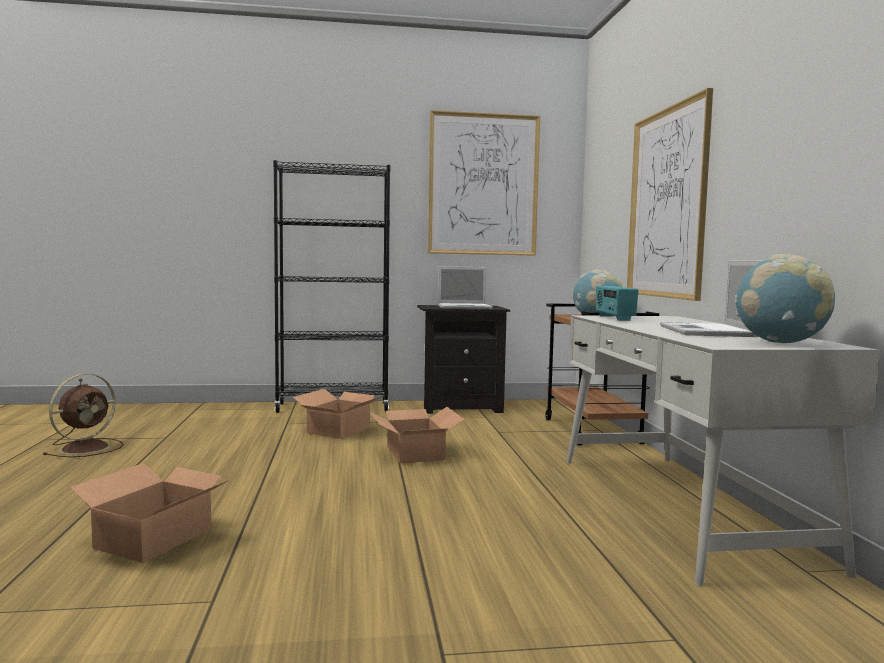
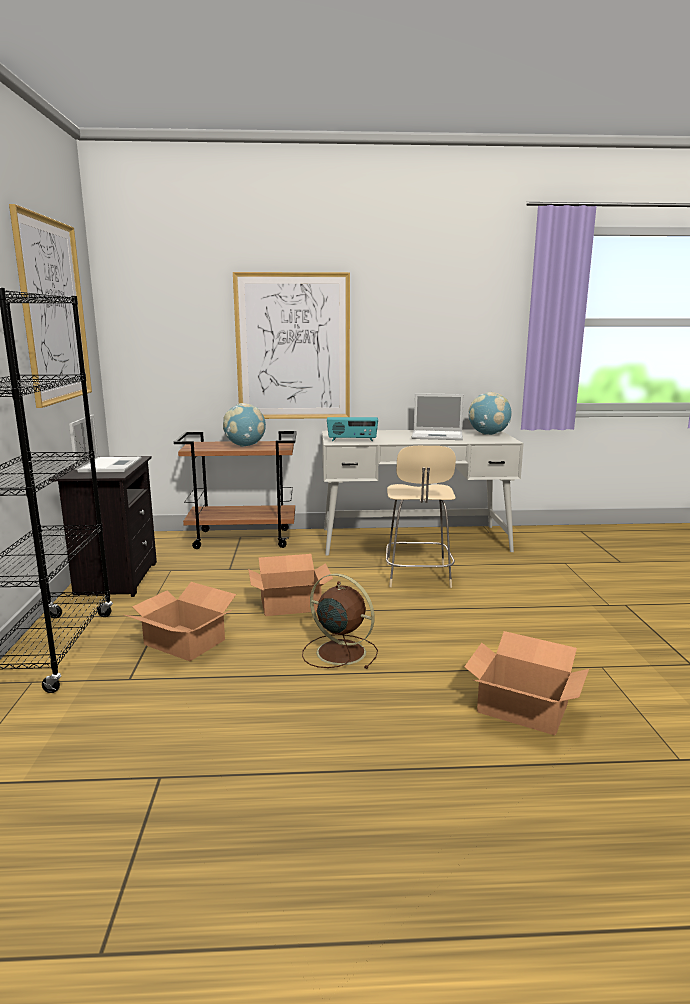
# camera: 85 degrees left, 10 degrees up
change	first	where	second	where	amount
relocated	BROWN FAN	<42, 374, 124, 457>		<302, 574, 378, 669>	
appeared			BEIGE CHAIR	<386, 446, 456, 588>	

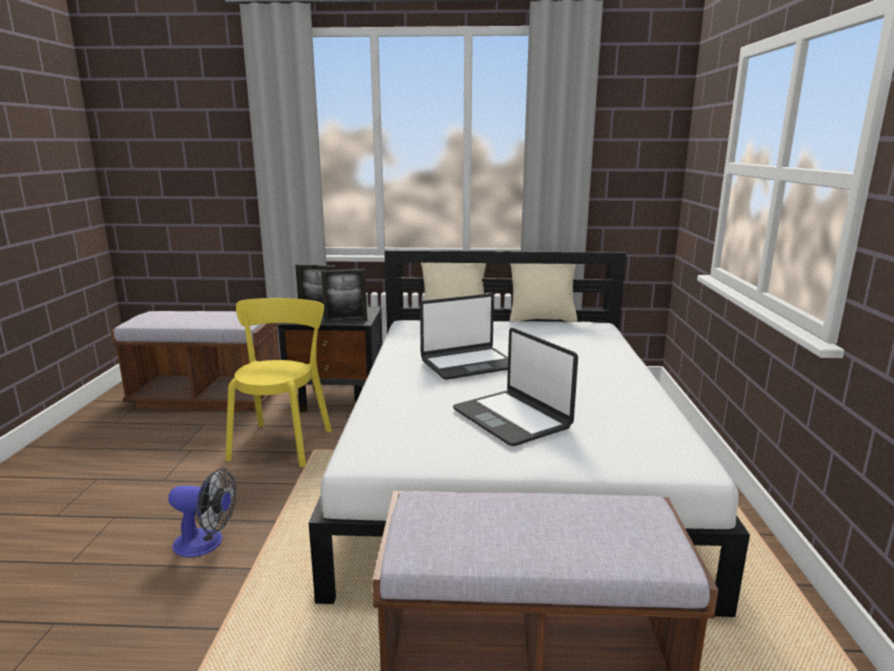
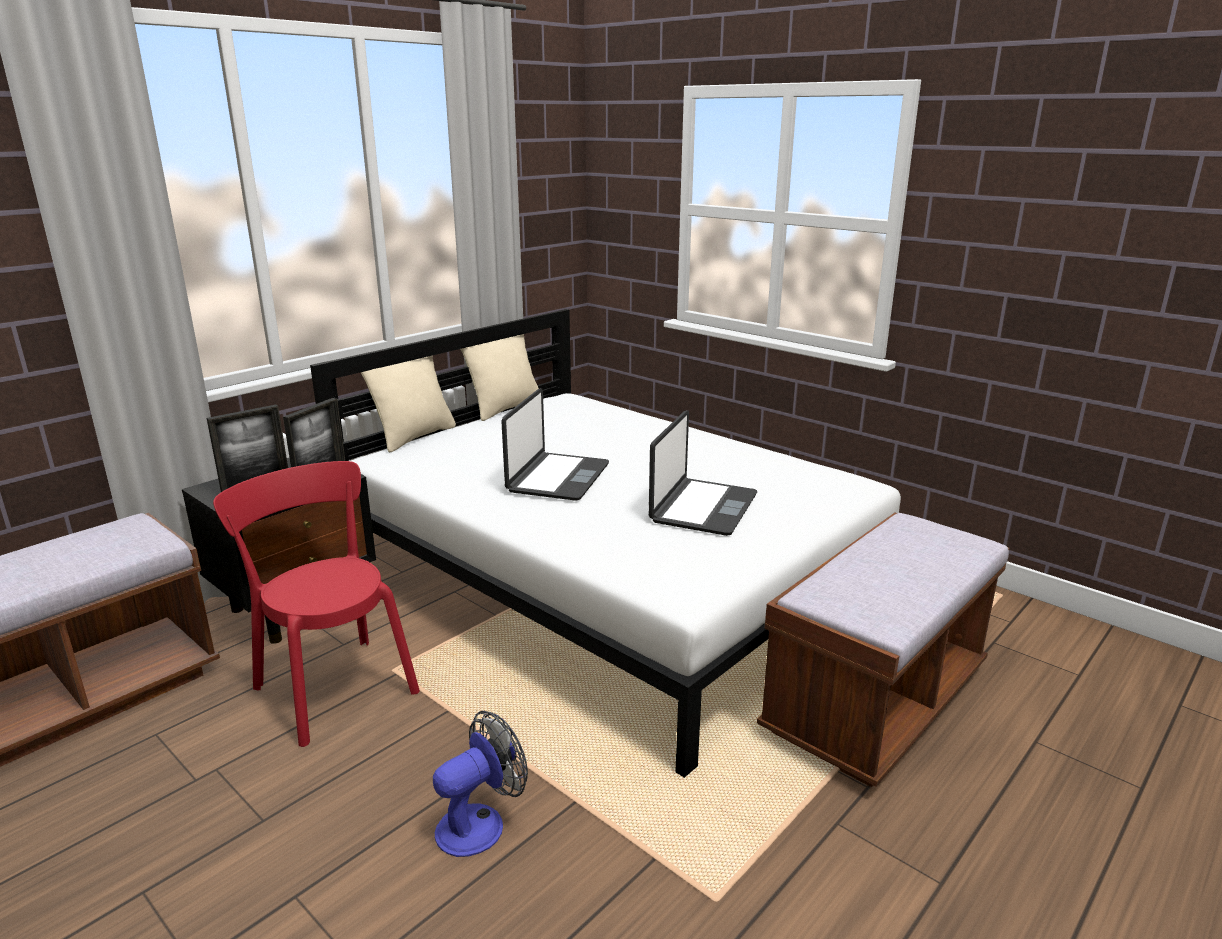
# camera: 50 degrees left, 5 degrees up
change	first	where	second	where	amount
colour	YELLOW CHAIR	<225, 298, 332, 467>	RED CHAIR	<213, 461, 420, 747>	
spun	NOTEBOOK COMPUTER	<453, 328, 578, 446>		<648, 410, 757, 536>	75 degrees counterclockwise

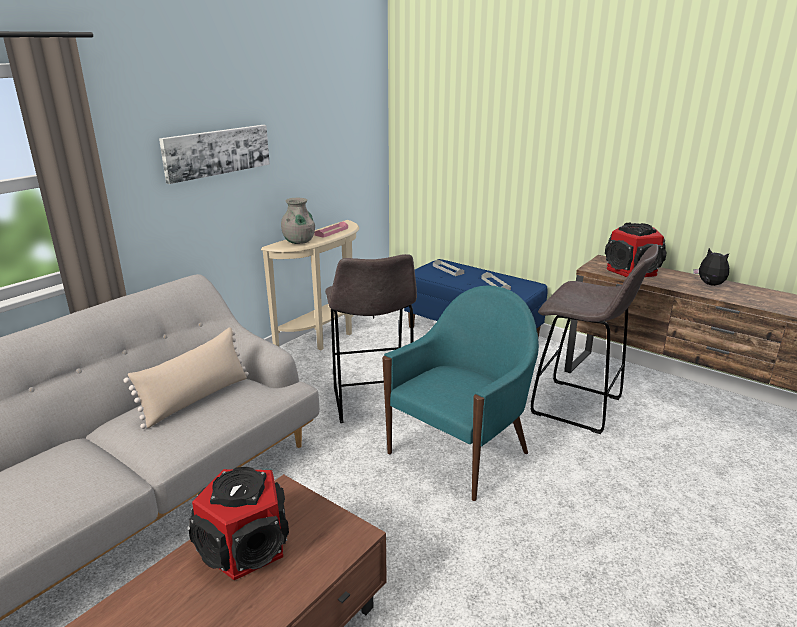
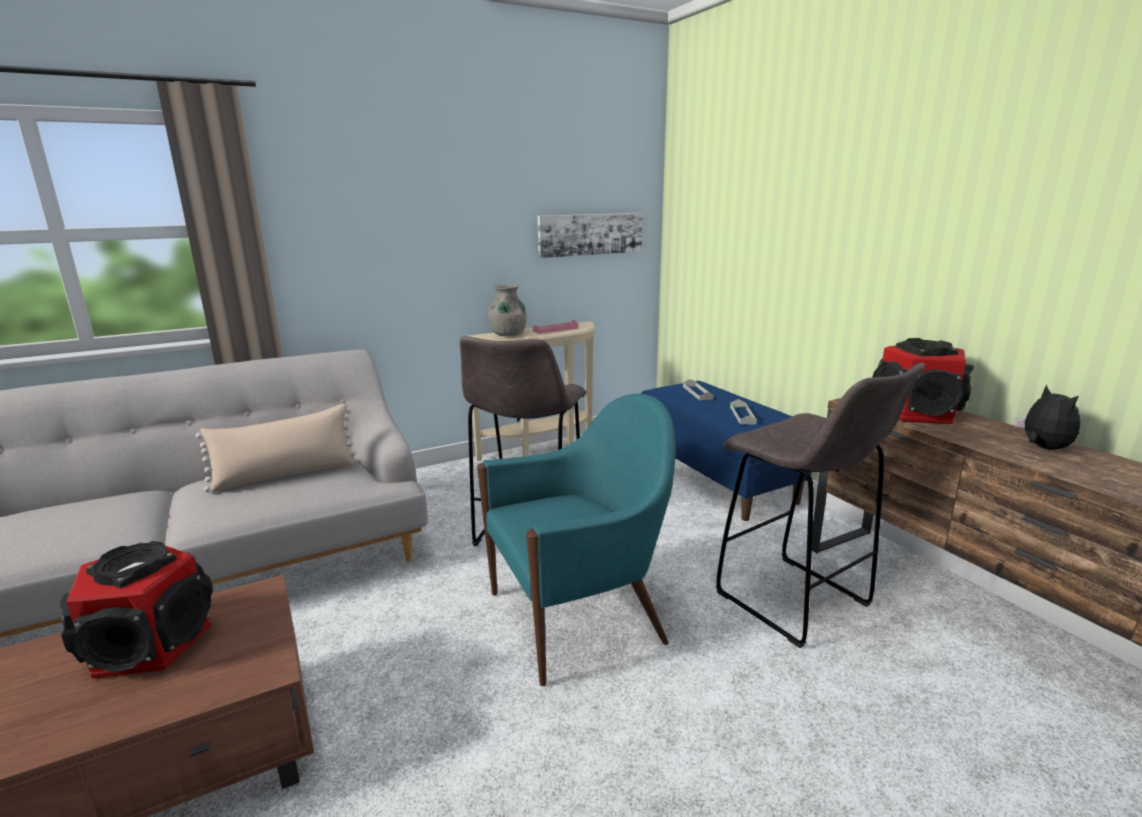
# camera: 25 degrees right, 5 degrees down
change	first	where	second	where	amount
relocated	WALL ART	<159, 125, 270, 184>		<537, 213, 643, 258>	

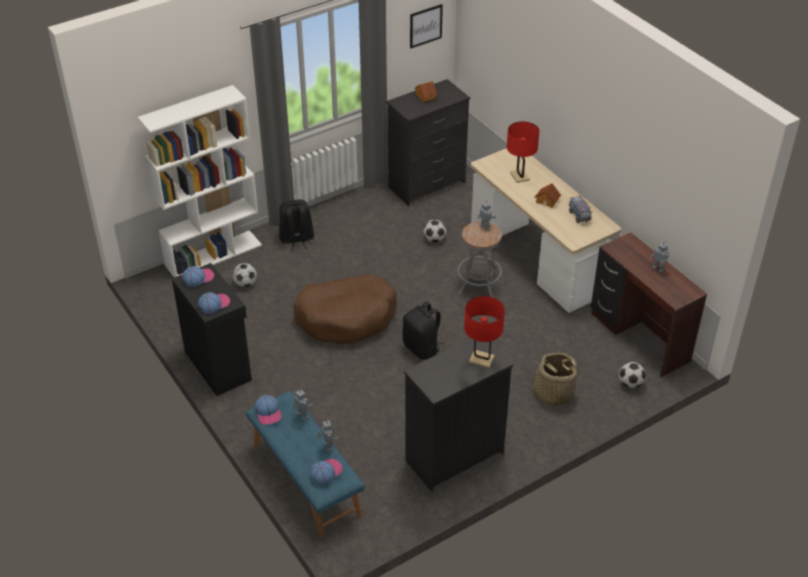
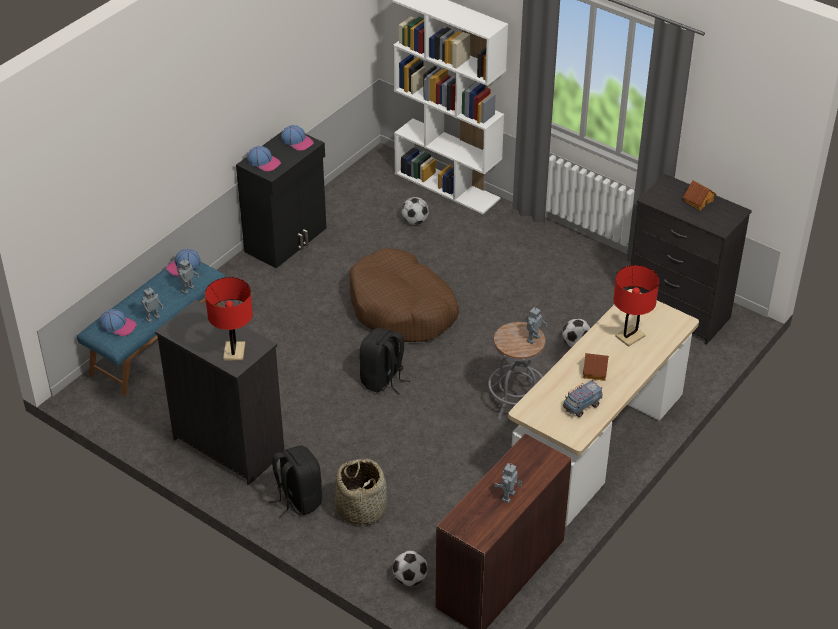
# camera: 70 degrees right, 0 degrees up
change	first	where	second	where	amount
relocated	BLACK-COLOURED RUCKSACK	<279, 200, 314, 252>		<269, 445, 322, 518>	
missing	WALL ART	<410, 4, 443, 48>			

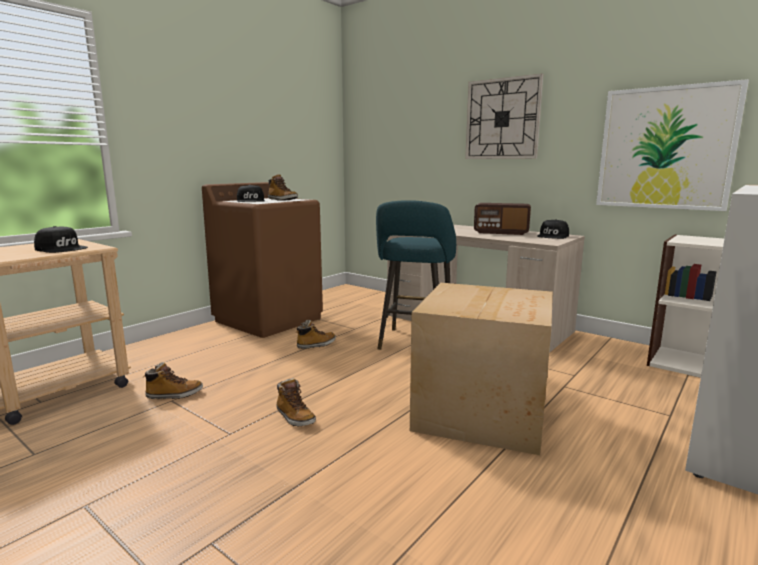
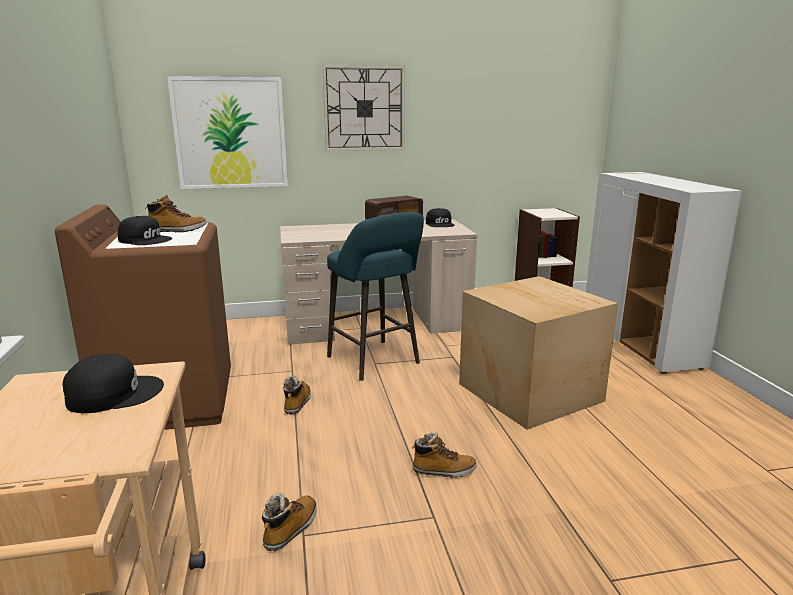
# camera: 50 degrees left, 5 degrees up
change	first	where	second	where	amount
relocated	WALL ART	<596, 79, 749, 211>		<167, 76, 288, 189>	

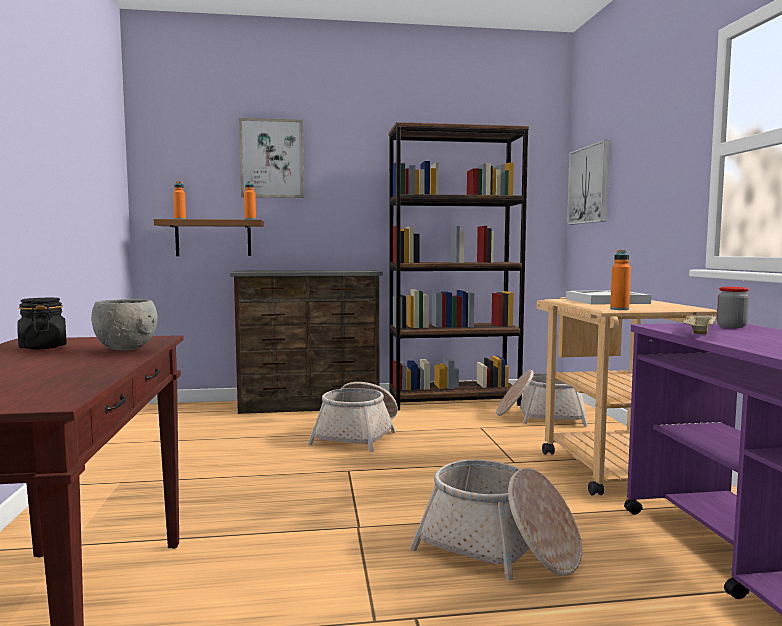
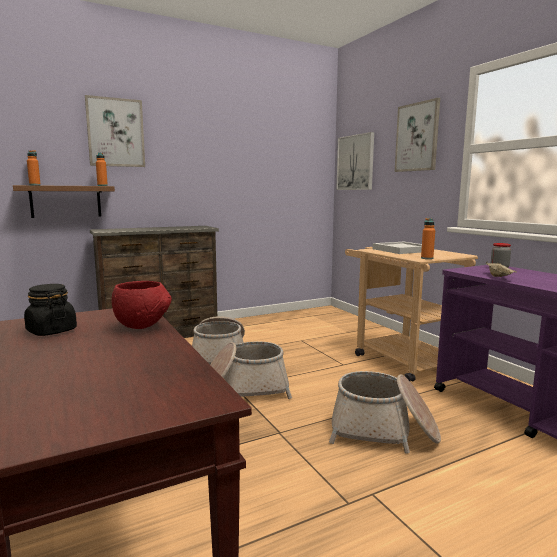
# camera: 20 degrees left, 5 degrees up
change	first	where	second	where	amount
colour	GREY BOWL	<91, 299, 158, 351>	RED BOWL	<112, 281, 172, 329>	
missing	BROWN BOOKCASE	<389, 122, 529, 410>			
relocated	HOUSEHOLD BASKET	<496, 370, 588, 427>		<210, 341, 292, 399>	
appeared			WALL ART	<395, 98, 440, 172>	

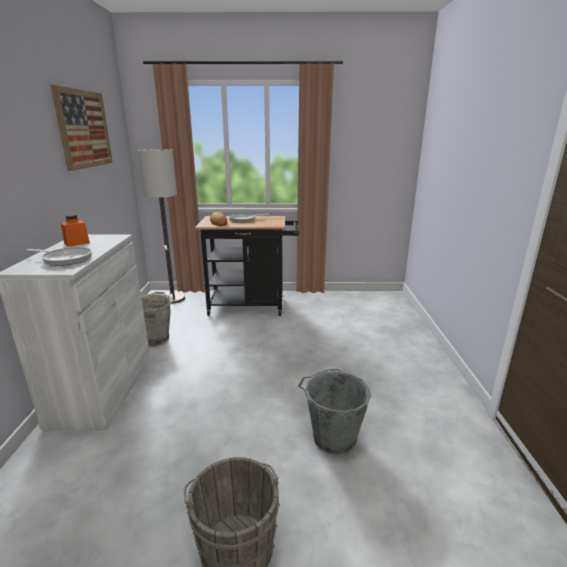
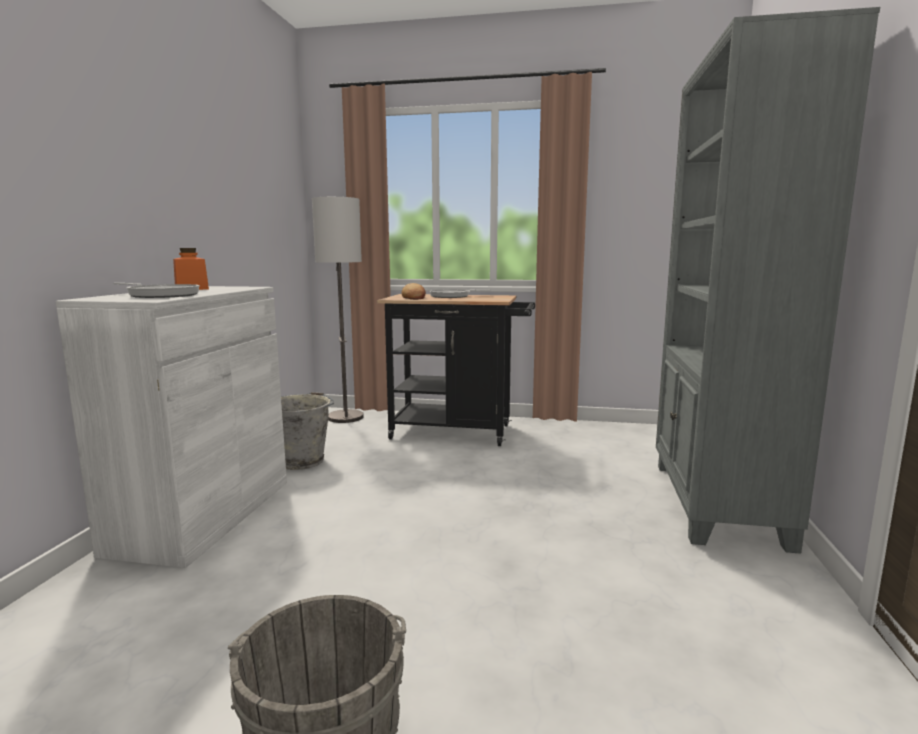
# camera: 10 degrees right, 10 degrees down
change	first	where	second	where	amount
missing	WALL ART	<51, 85, 113, 171>			
missing	GREY BUCKET	<298, 369, 371, 455>			
appeared			GREY BOOKCASE	<656, 7, 880, 554>	

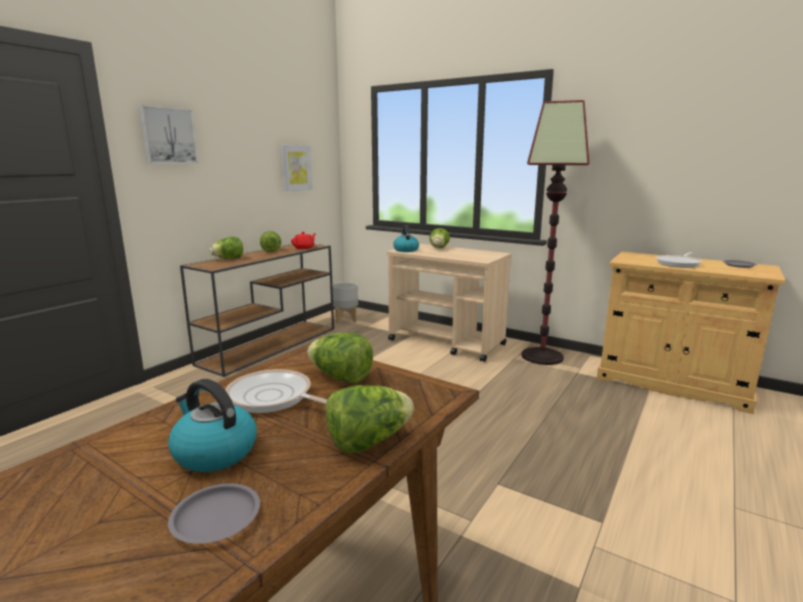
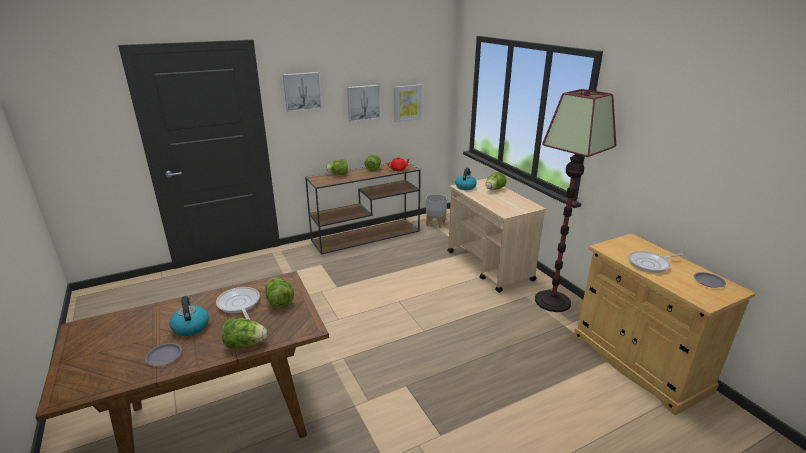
# camera: 30 degrees right, 10 degrees up
change	first	where	second	where	amount
appeared			WALL ART	<347, 85, 380, 122>	

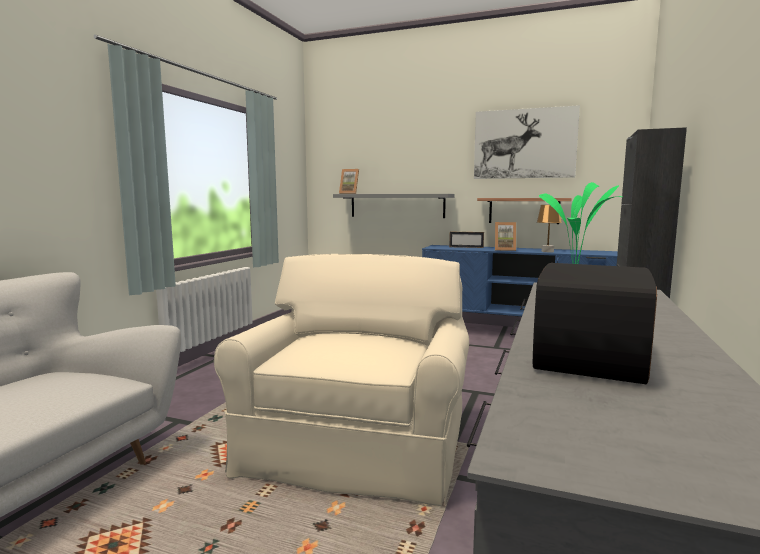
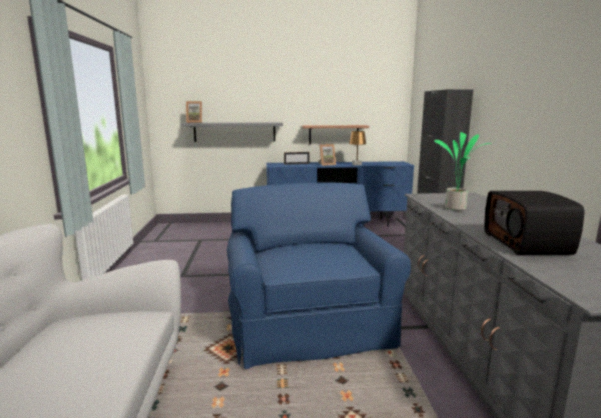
# camera: 25 degrees left, 5 degrees up
change	first	where	second	where	amount
colour	BEIGE LOUNGE CHAIR	<214, 254, 469, 506>	BLUISH LOUNGE CHAIR	<227, 182, 411, 369>	
missing	WALL ART	<474, 105, 580, 179>			

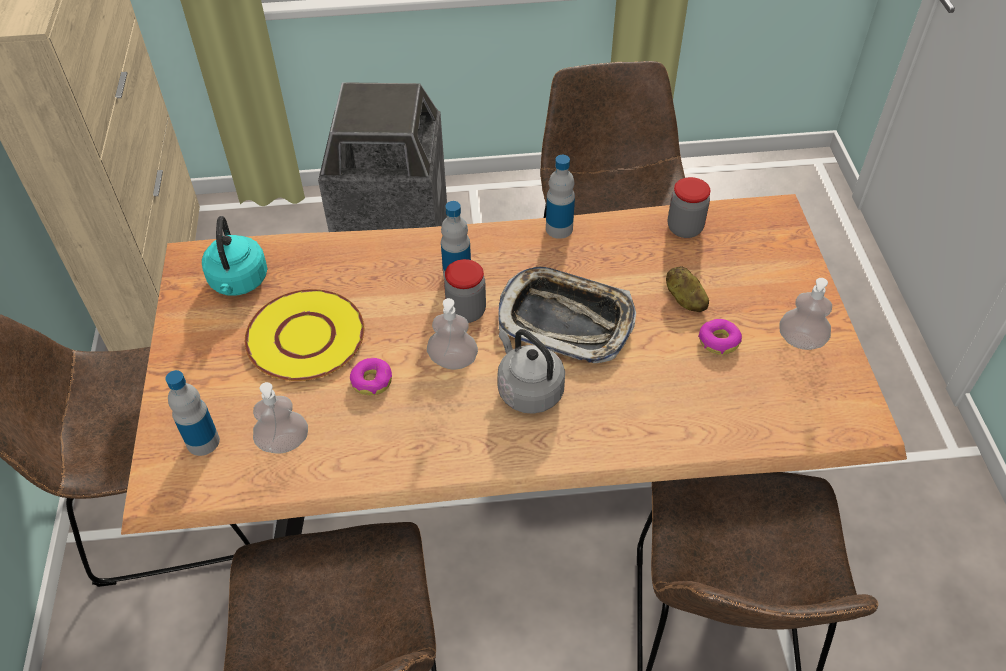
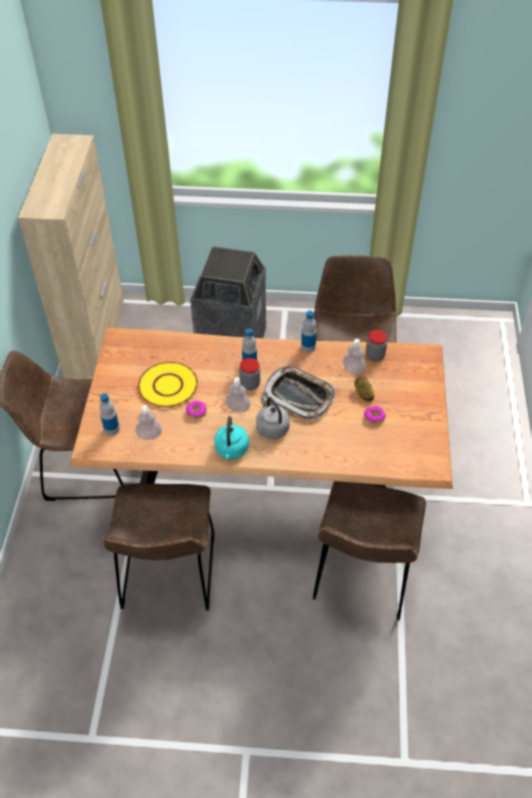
# camera: 10 degrees right, 0 degrees up
change	first	where	second	where	amount
relocated	BLUE-GREEN WATER KETTLE	<202, 216, 267, 296>		<214, 416, 249, 459>	
relocated	SOAP DISPENSER	<779, 278, 832, 350>		<343, 339, 366, 375>	

